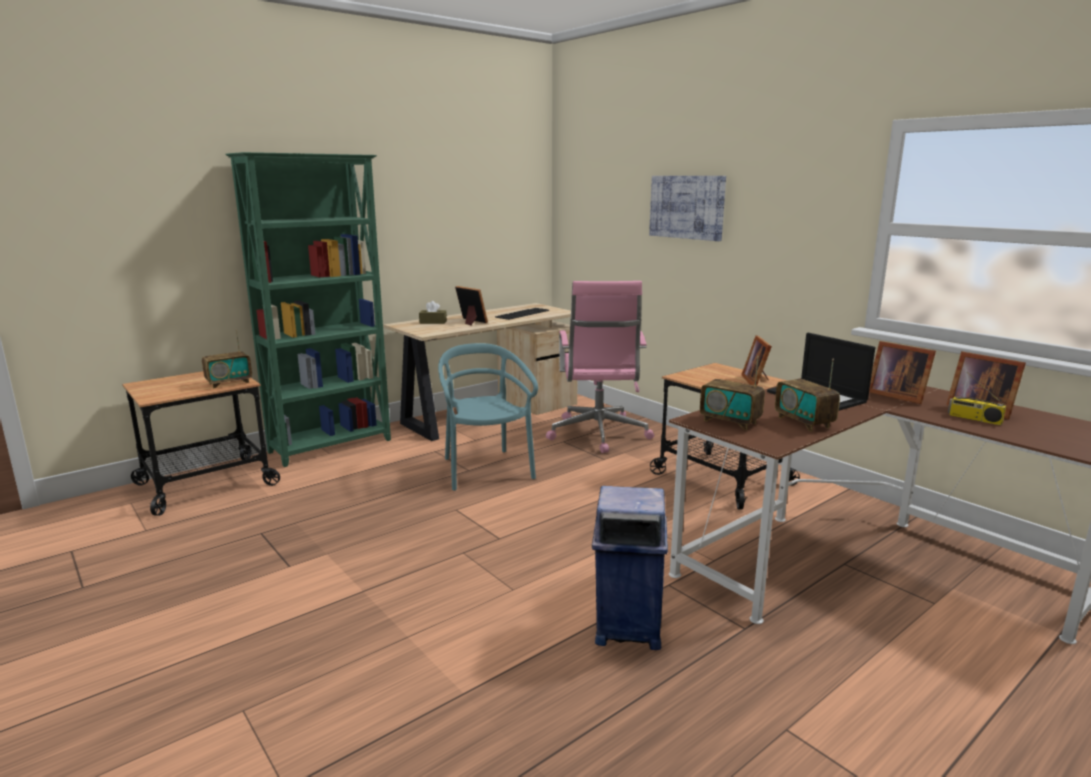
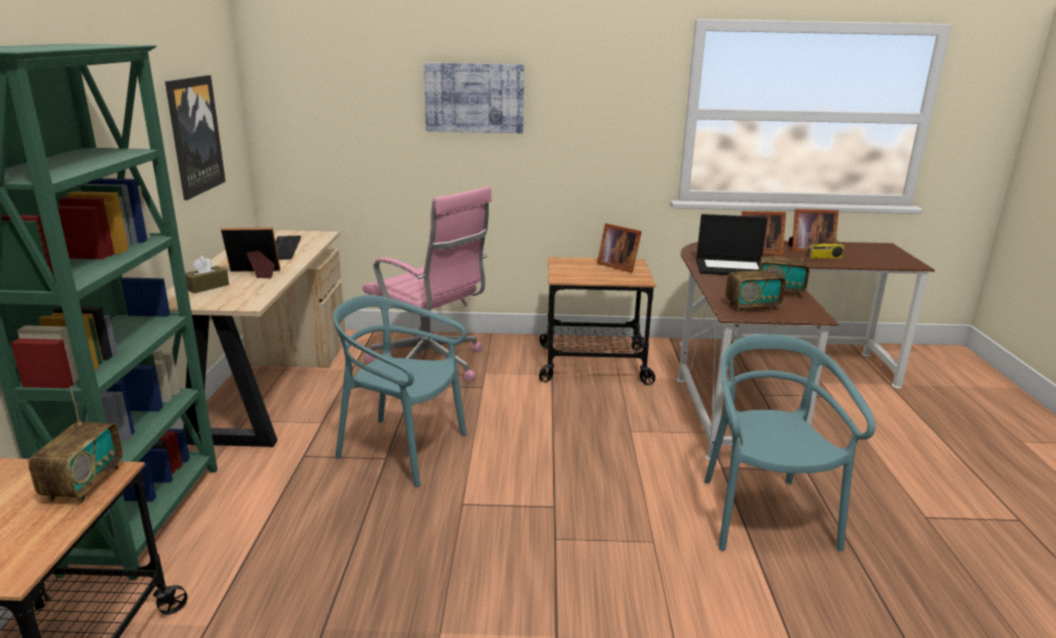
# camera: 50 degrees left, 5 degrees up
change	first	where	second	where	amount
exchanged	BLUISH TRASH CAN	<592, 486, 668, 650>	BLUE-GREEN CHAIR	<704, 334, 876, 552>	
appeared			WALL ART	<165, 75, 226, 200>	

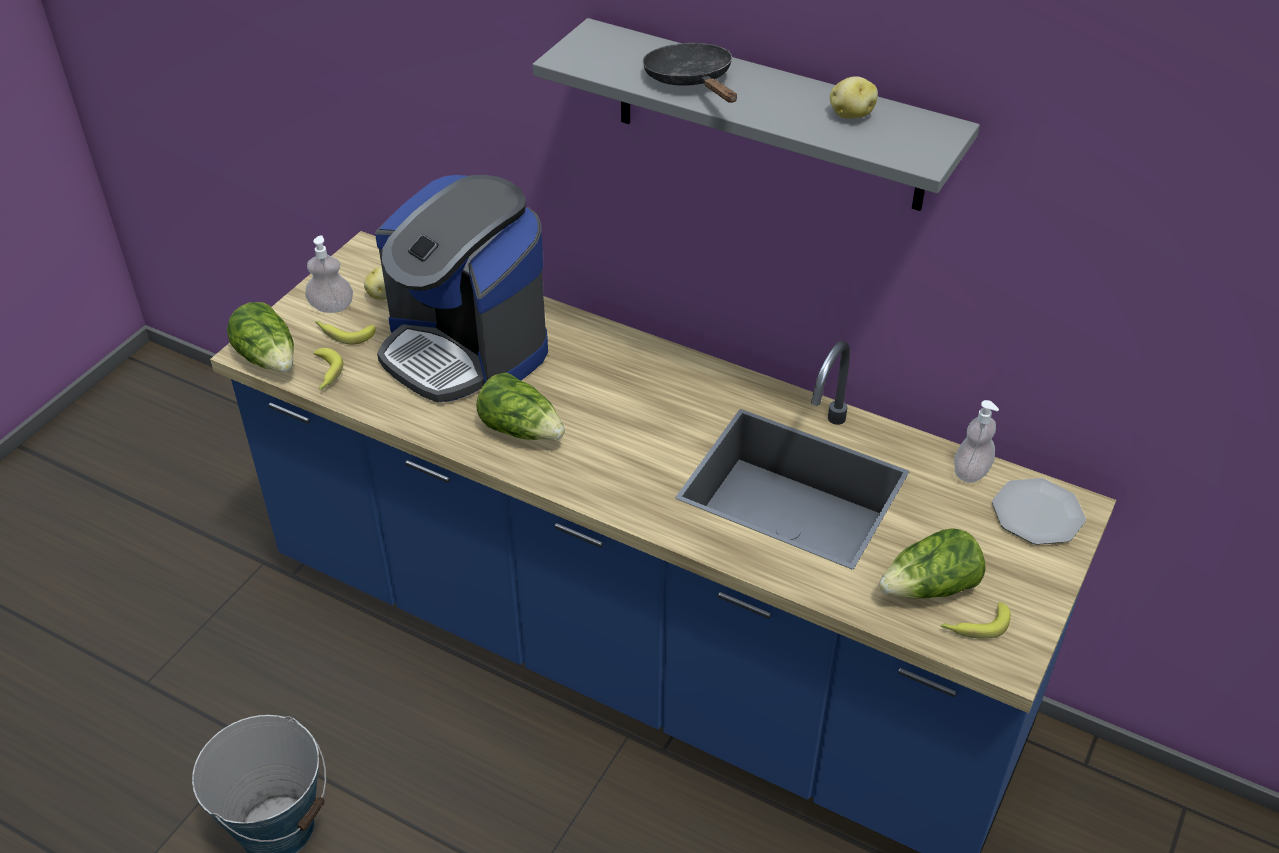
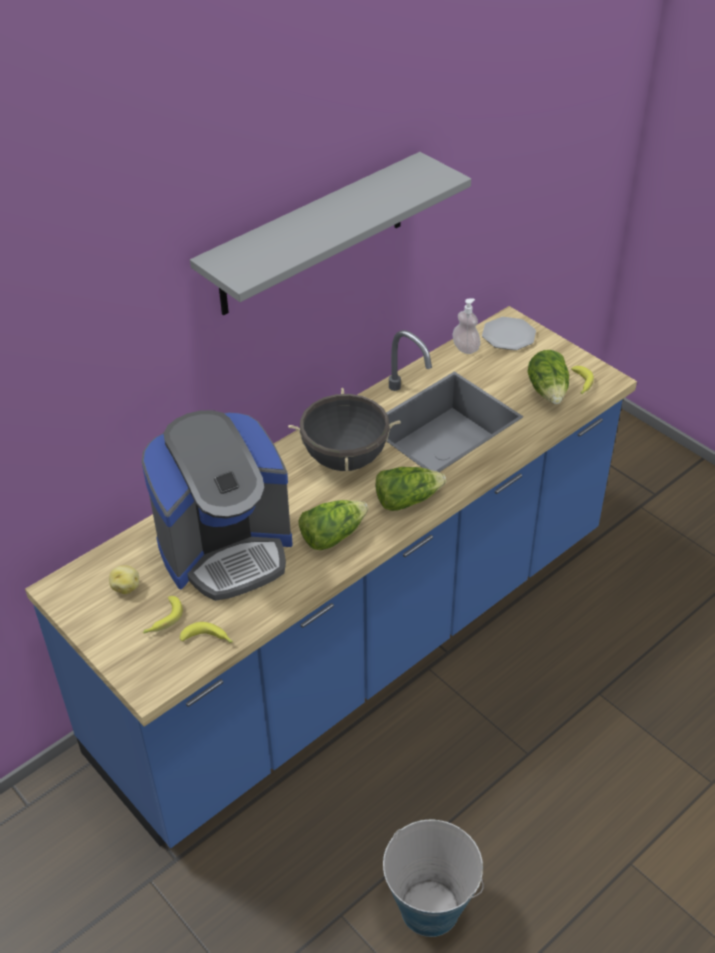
# camera: 70 degrees left, 0 degrees up
change	first	where	second	where	amount
relocated	HEAD OF LETTUCE	<227, 302, 294, 372>		<376, 467, 446, 511>	
missing	SOAP DISPENSER	<305, 235, 353, 313>			
missing	BLACK-COLOURED SKILLET	<643, 43, 737, 103>			
missing	SPUD	<830, 76, 878, 119>			
appeared			BLACK-COLOURED STOCKPOT	<288, 388, 401, 471>	

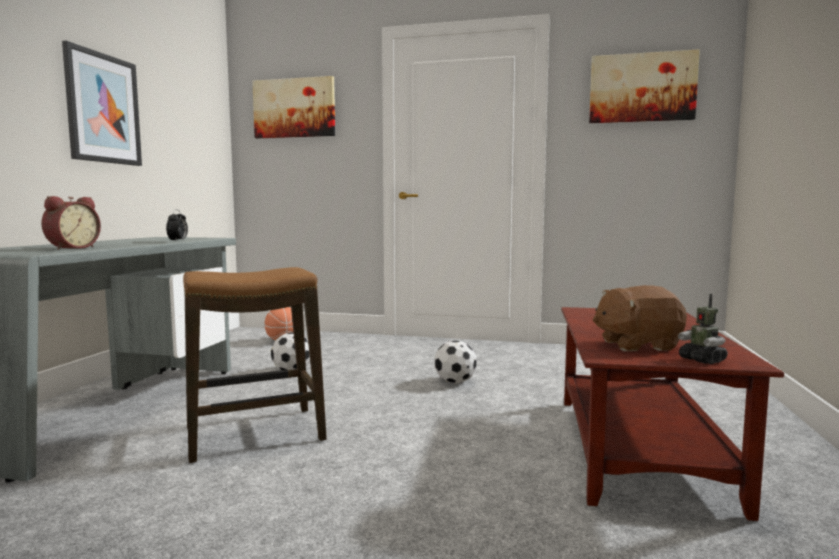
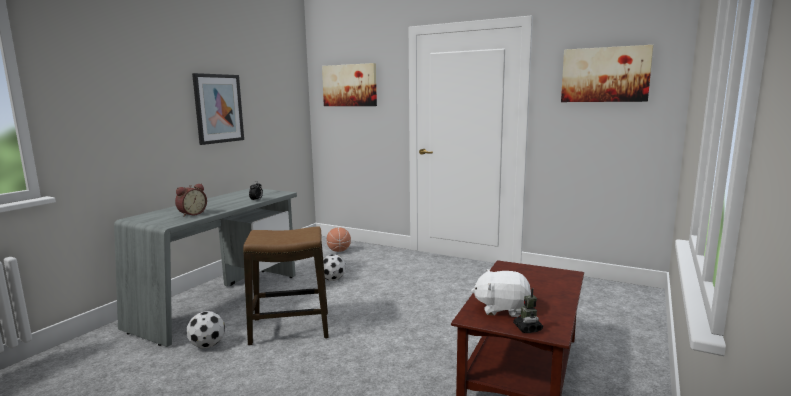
# camera: 15 degrees right, 5 degrees up
change	first	where	second	where	amount
relocated	BALL FOR FOOTBALL	<435, 340, 477, 383>		<187, 311, 225, 348>	
colour	BROWN SOFT TOY	<593, 285, 687, 351>	WHITE-COLOURED SOFT TOY	<471, 269, 531, 317>	

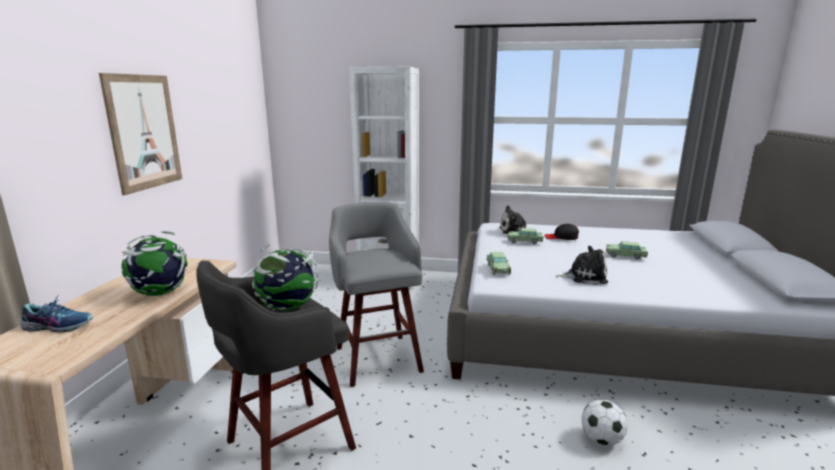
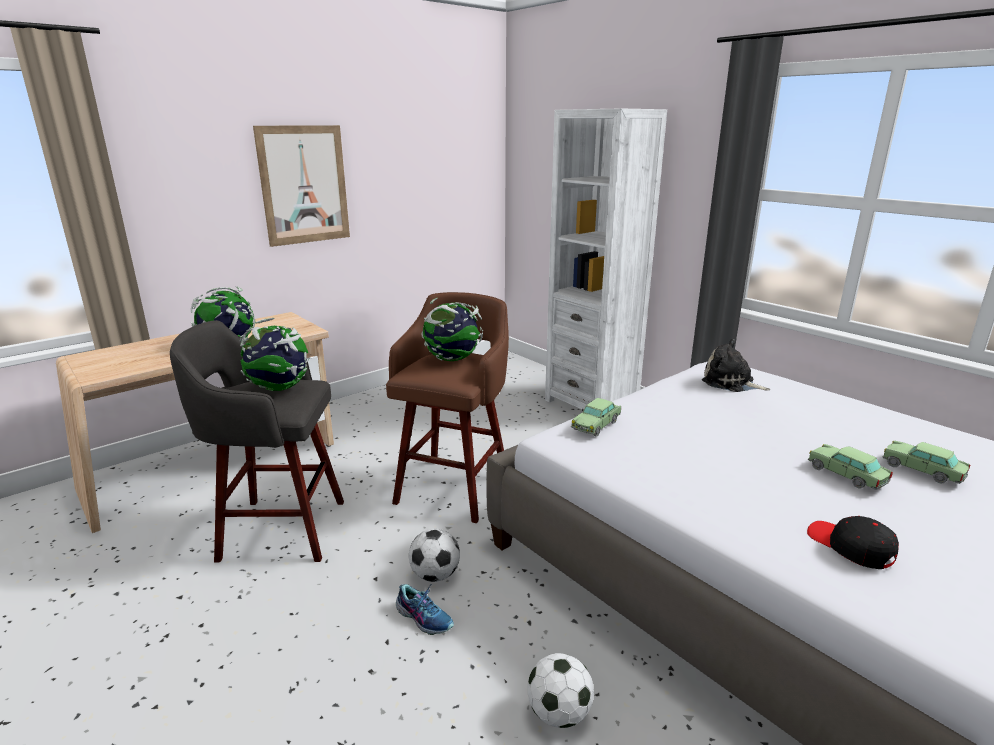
# camera: 40 degrees right, 5 degrees up
change	first	where	second	where	amount
relocated	LOW SHOE	<20, 295, 93, 333>		<396, 584, 454, 635>	
colour	GREY STOOL	<329, 202, 424, 387>	BROWN STOOL	<386, 292, 509, 523>	
relocated	MINIATURE CAR	<508, 228, 543, 244>		<882, 441, 970, 484>	
relocated	BLACK-COLOURED PEAKED CAP	<545, 224, 579, 240>		<807, 516, 899, 569>	
missing	SOFT TOY	<556, 246, 608, 285>			
appeared			BALL FOR FOOTBALL	<409, 529, 460, 582>	
appeared			DESK GLOBE	<422, 298, 483, 361>	

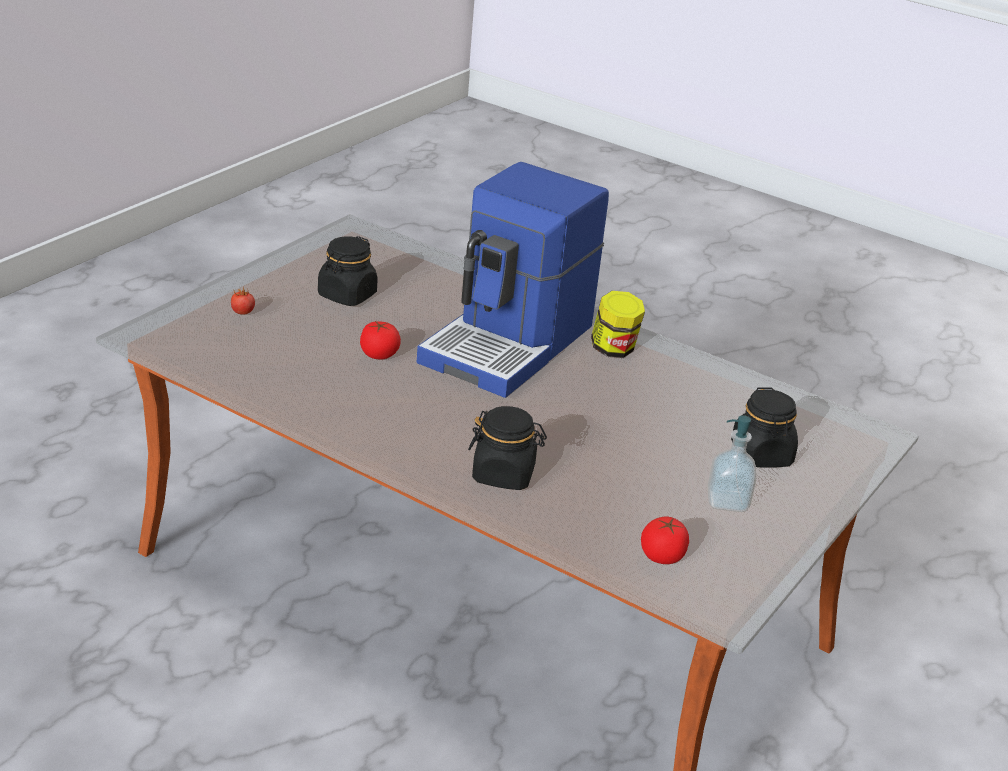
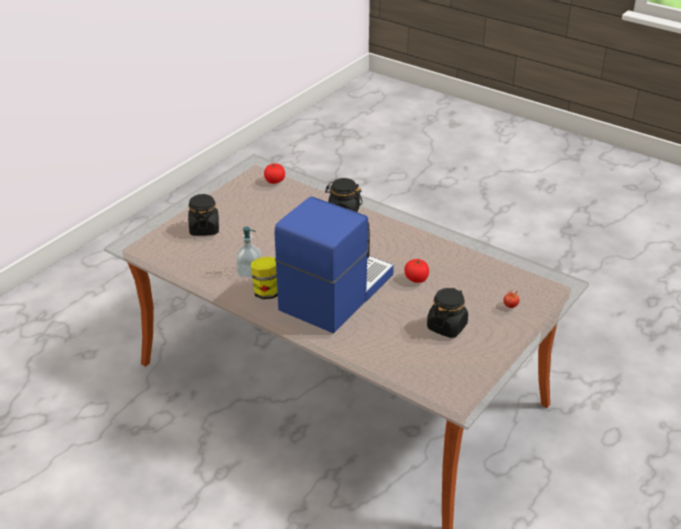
# camera: 175 degrees left, 5 degrees up
change	first	where	second	where	amount
relocated	SOAP DISPENSER	<708, 415, 756, 512>		<236, 227, 261, 278>	

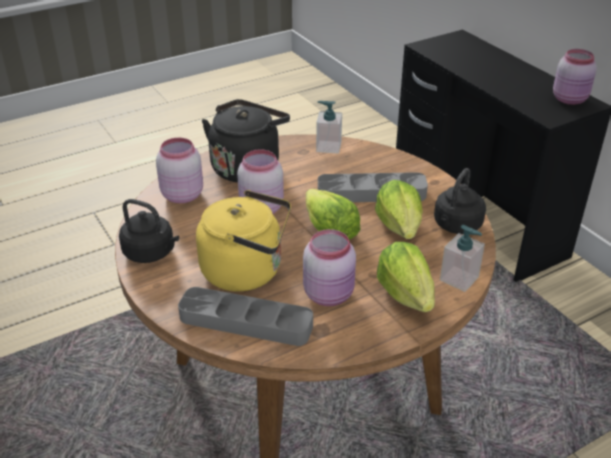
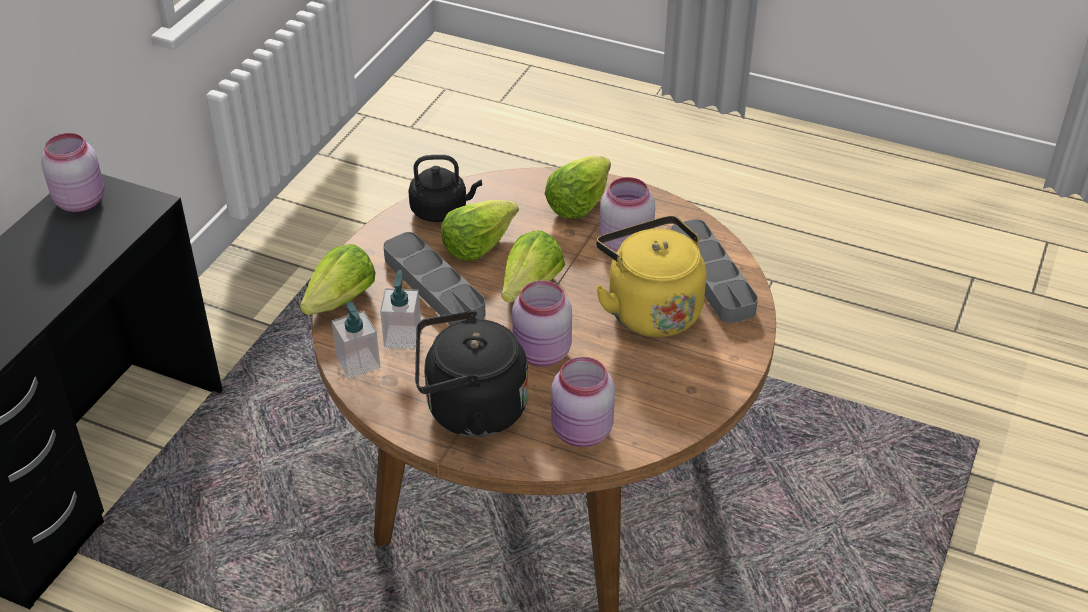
# camera: 125 degrees left, 5 degrees up
change	first	where	second	where	amount
missing	BLACK-COLOURED WATER KETTLE	<119, 199, 179, 263>			
relocated	SOAP DISPENSER	<440, 225, 485, 292>		<380, 270, 421, 349>	
appeared			HEAD OF LETTUCE	<300, 244, 375, 315>	

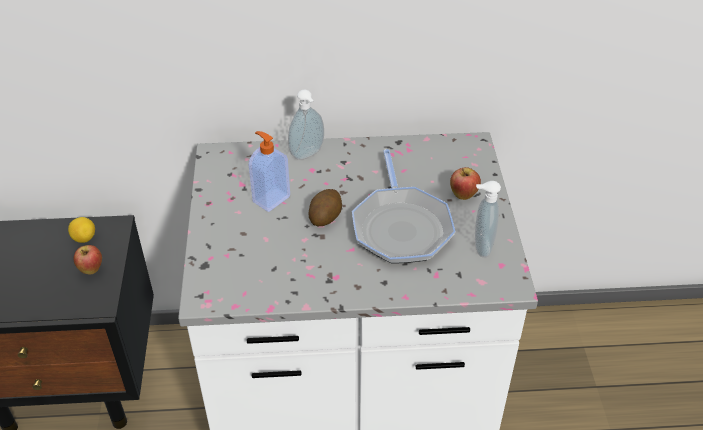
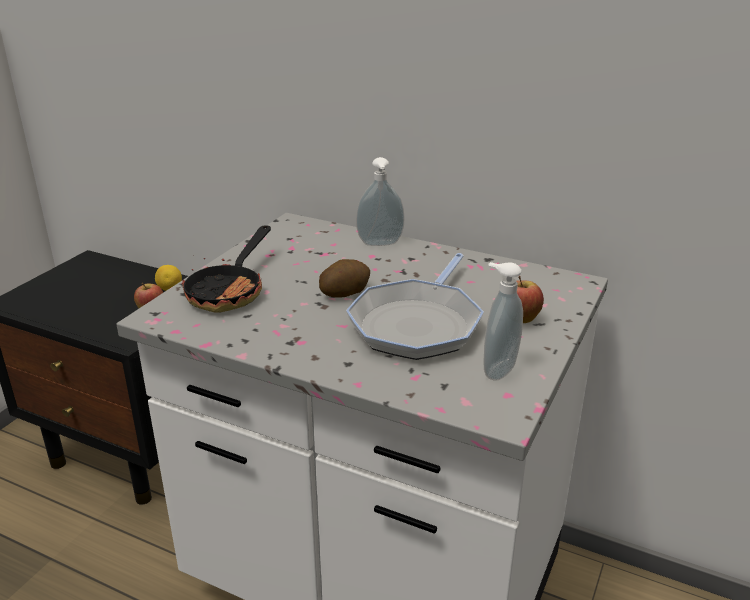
# camera: 30 degrees right, 15 degrees down
change	first	where	second	where	amount
missing	SOAP DISPENSER	<249, 131, 290, 212>			
appeared			SKILLET	<182, 225, 271, 312>	

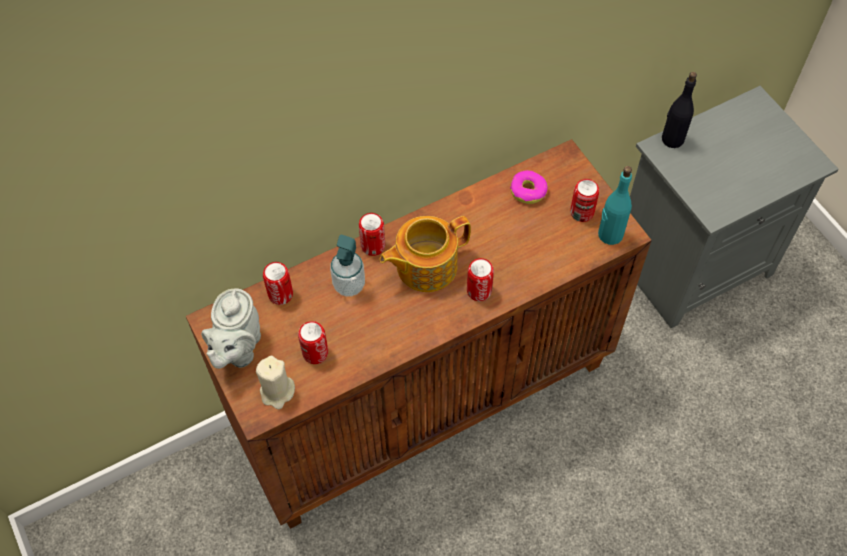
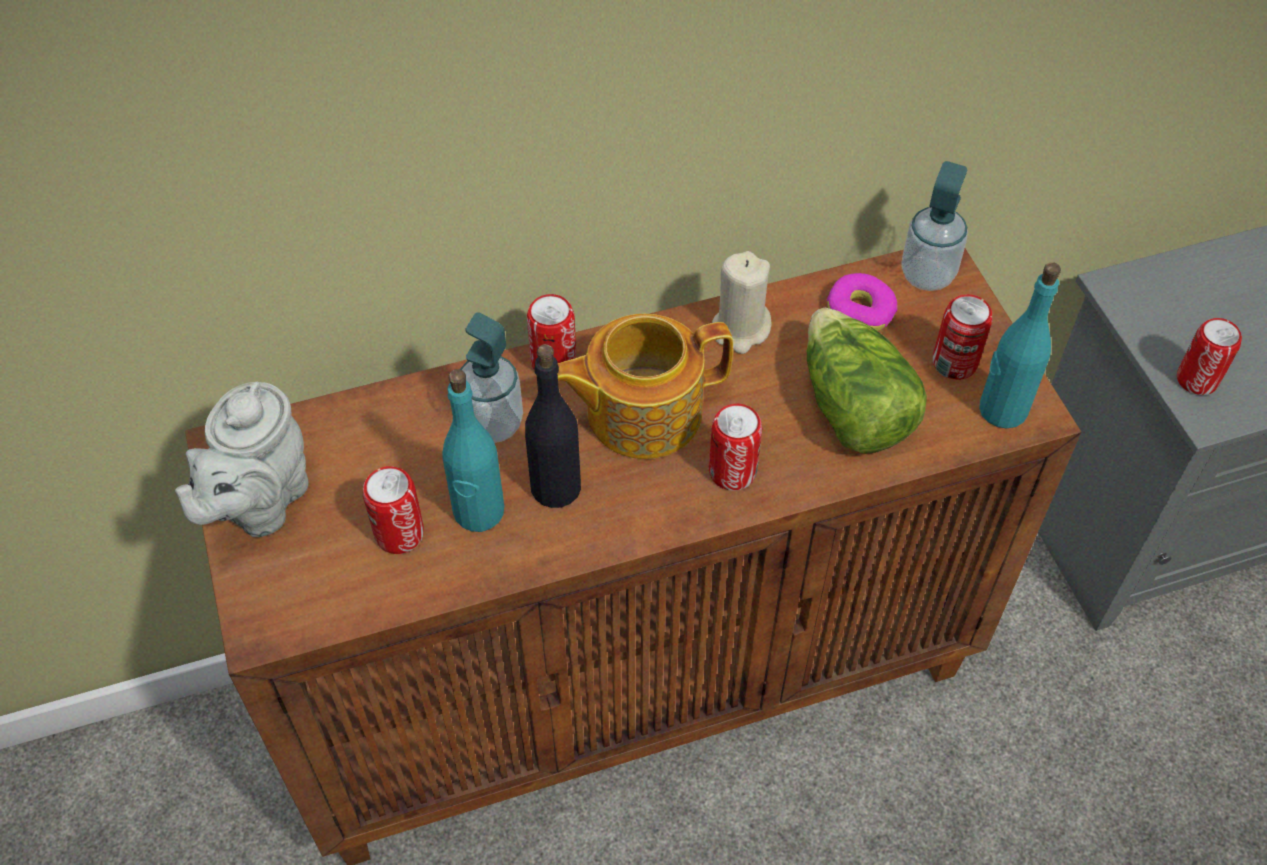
# camera: 10 degrees right, 5 degrees down
change	first	where	second	where	amount
relocated	BEIGE WAX LIGHT	<256, 356, 295, 409>		<712, 251, 772, 354>	
relocated	METAL CAN	<263, 262, 293, 305>		<1177, 318, 1242, 395>	
relocated	BLACK-COLOURED BOTTLE	<662, 72, 697, 148>		<525, 344, 581, 508>	
appeared			BLUE-GREEN BOTTLE	<442, 369, 504, 532>	
appeared			HEAD OF LETTUCE	<807, 308, 927, 454>	
appeared			SOAP DISPENSER	<901, 161, 968, 291>	

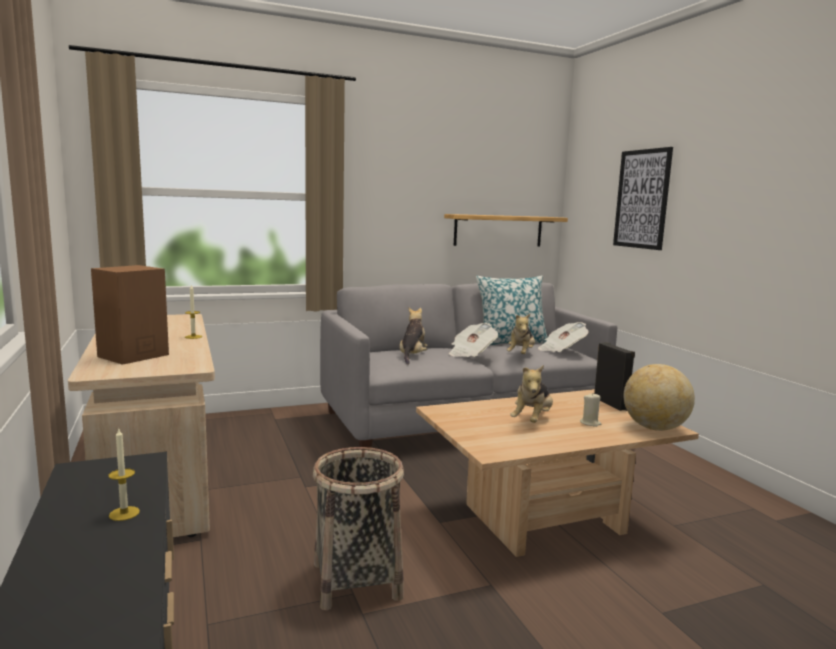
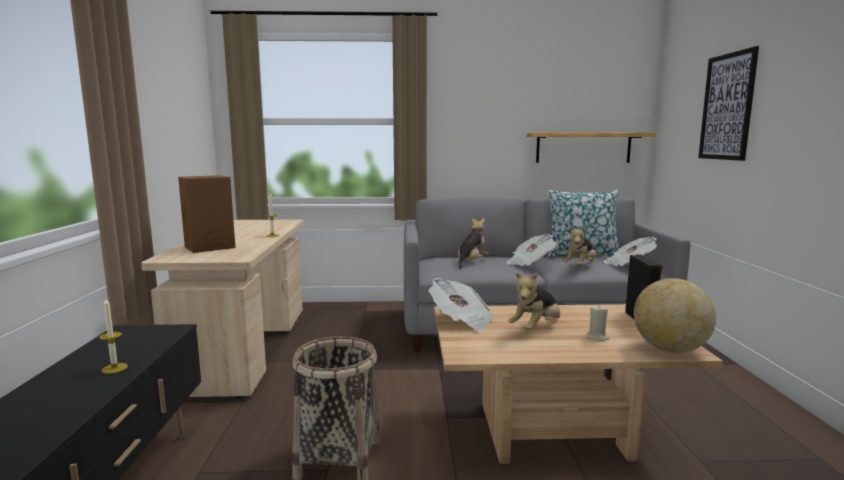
# camera: 20 degrees right, 0 degrees up
change	first	where	second	where	amount
appeared			DAILY PAPER	<429, 278, 494, 331>	

